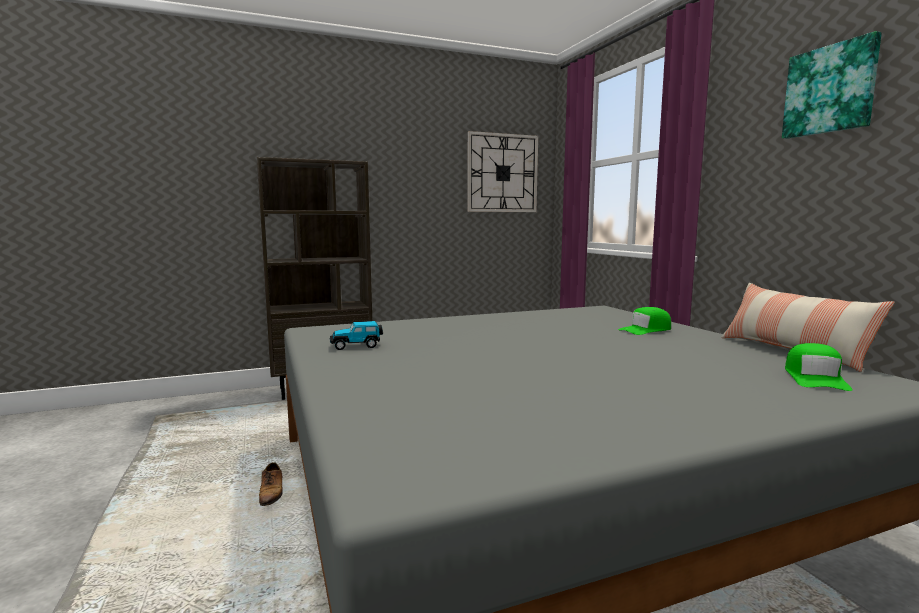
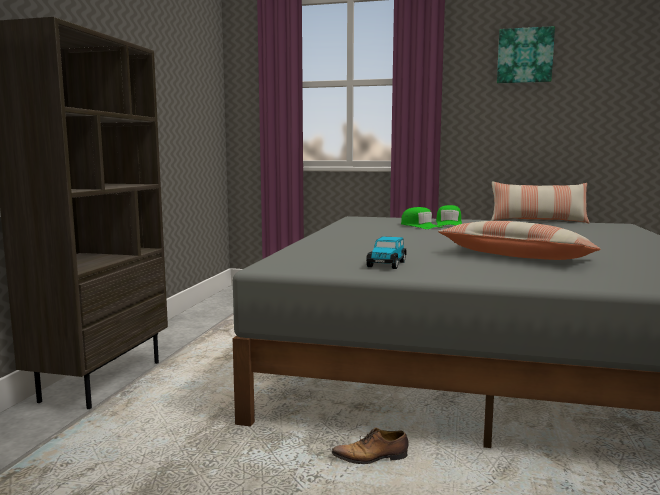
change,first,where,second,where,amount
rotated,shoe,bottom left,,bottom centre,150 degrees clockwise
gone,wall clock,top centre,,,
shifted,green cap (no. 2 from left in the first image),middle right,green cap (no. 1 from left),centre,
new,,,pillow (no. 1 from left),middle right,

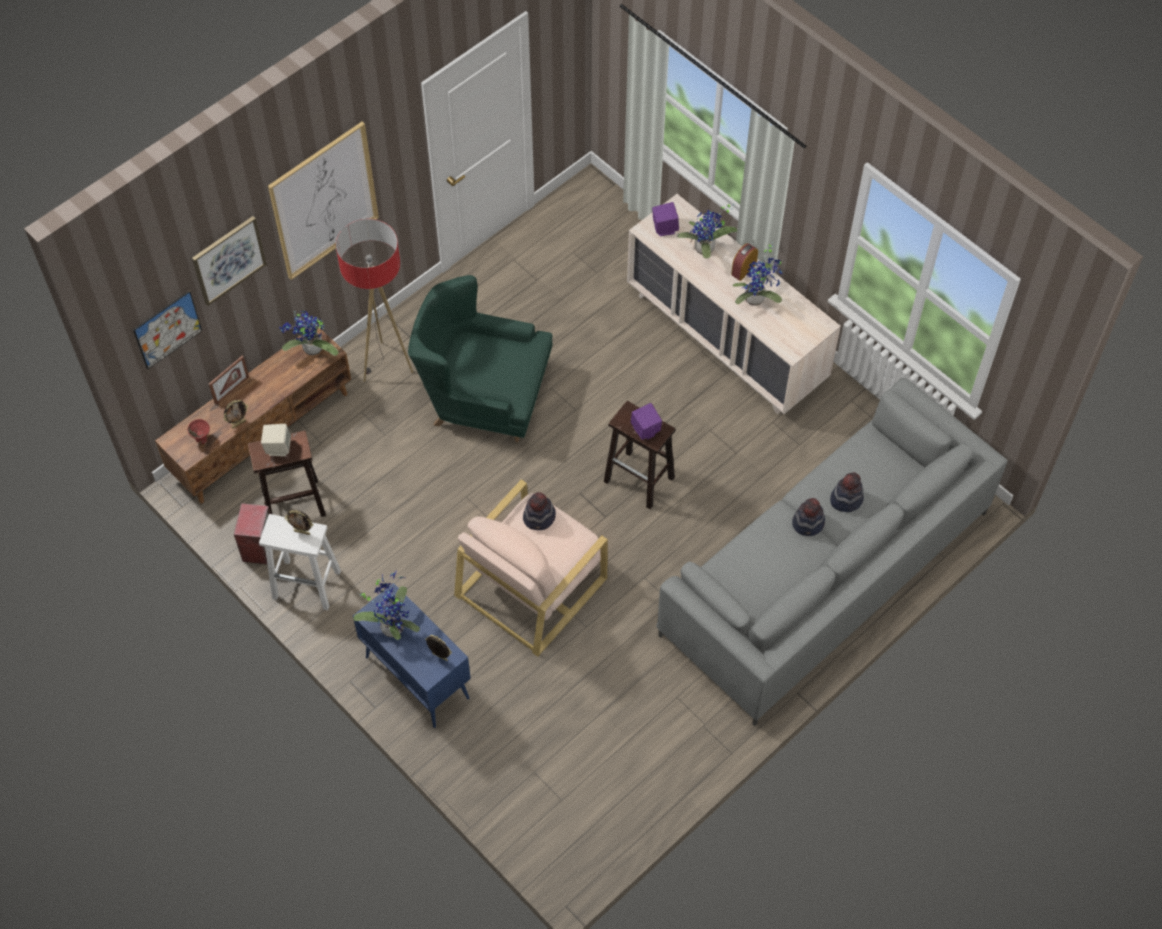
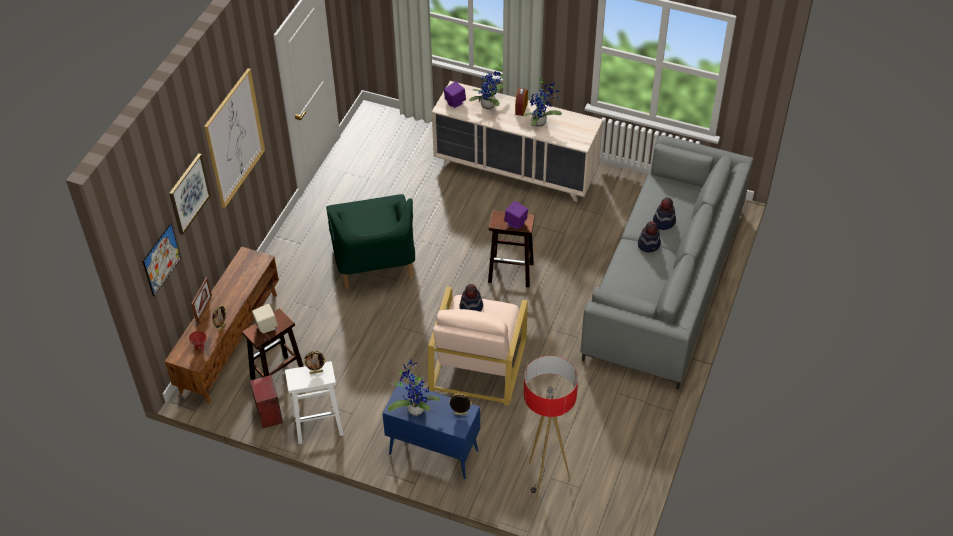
change,first,where,second,where,amount
gone,potted plant (no. 1 from left),middle left,,,
shifted,floor lamp,top left,,bottom centre,
rotated,green armchair,centre,,centre,90 degrees counterclockwise

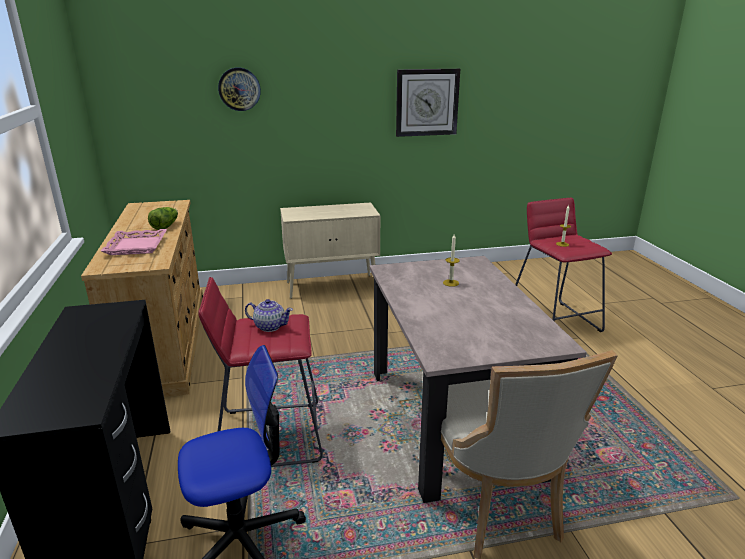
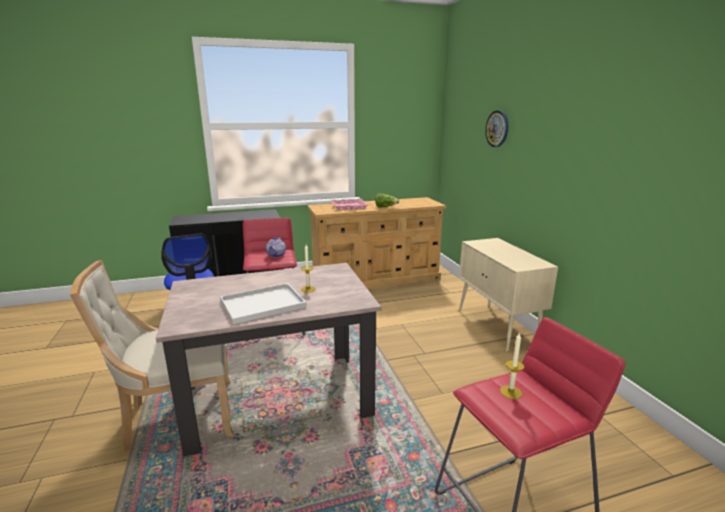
change,first,where,second,where,amount
gone,wall clock (no. 2 from left),top centre,,,
new,,,white tray,centre,

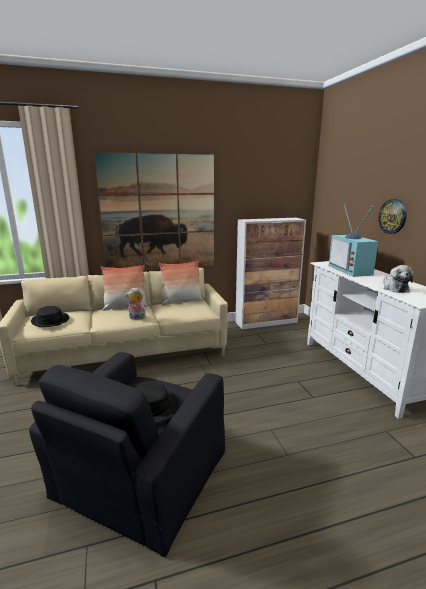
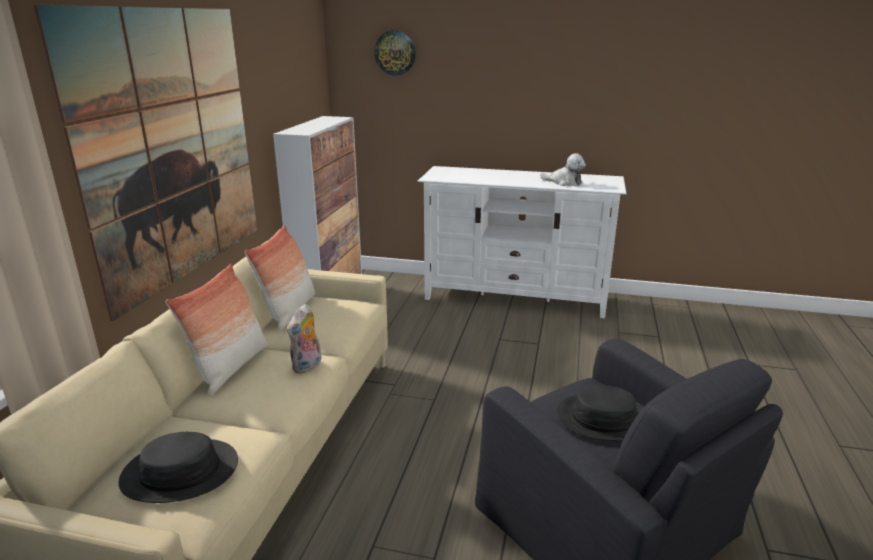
change,first,where,second,where,amount
gone,television,middle right,,,
shifted,wall clock,middle right,,top centre,

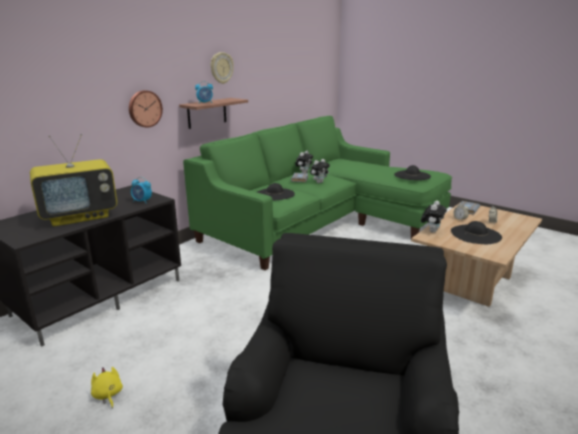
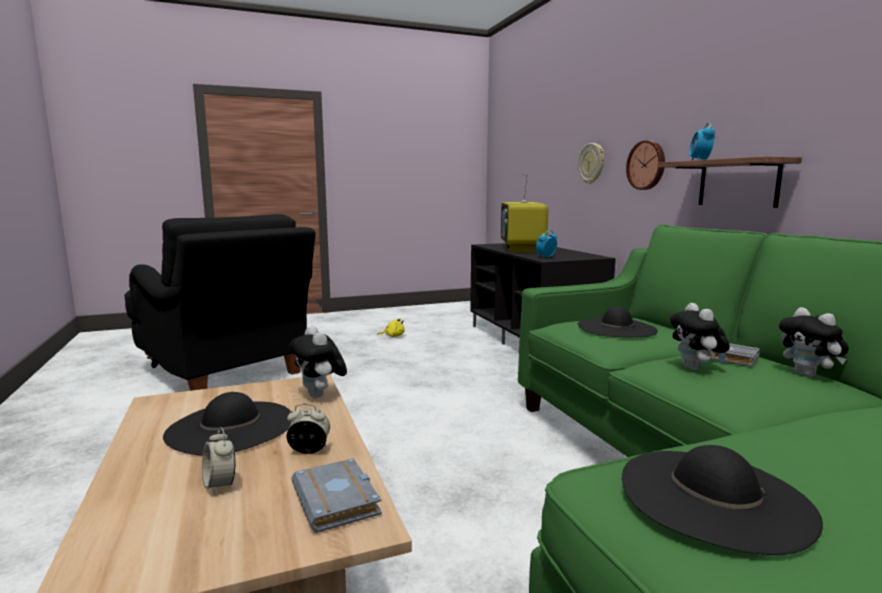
change,first,where,second,where,amount
shifted,wall clock (no. 2 from left in the first image),top centre,wall clock (no. 1 from left),top right,

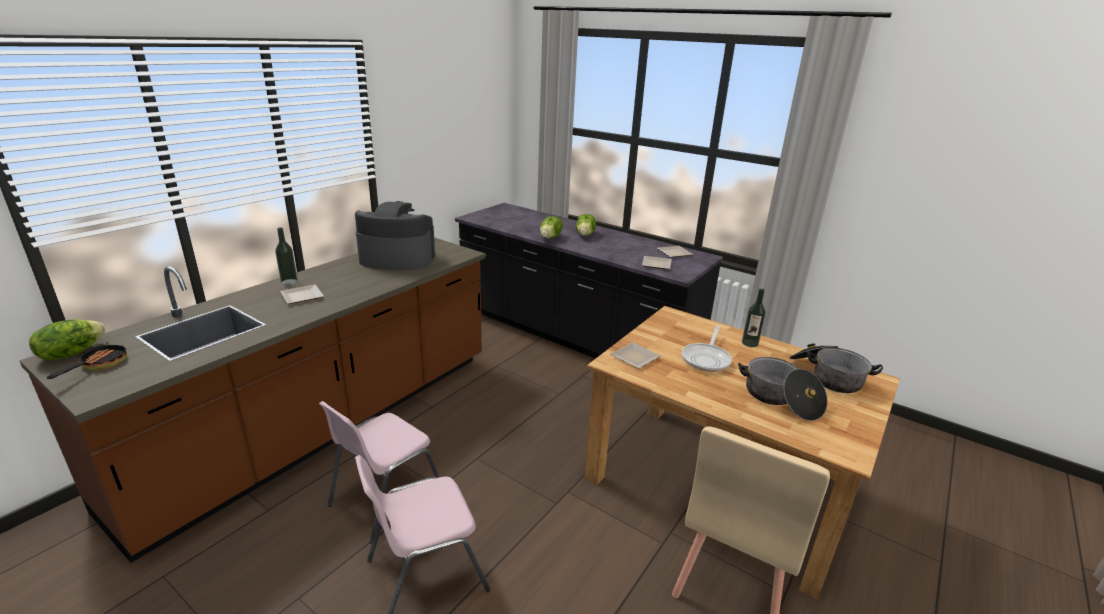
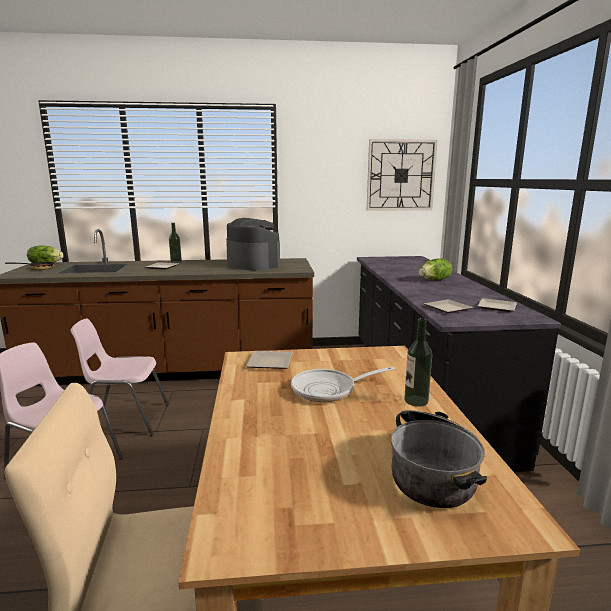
change,first,where,second,where,amount
gone,lettuce (no. 2 from left),centre,,,
gone,cooking pot (no. 1 from left),middle right,,,
new,,,wall clock,top centre,

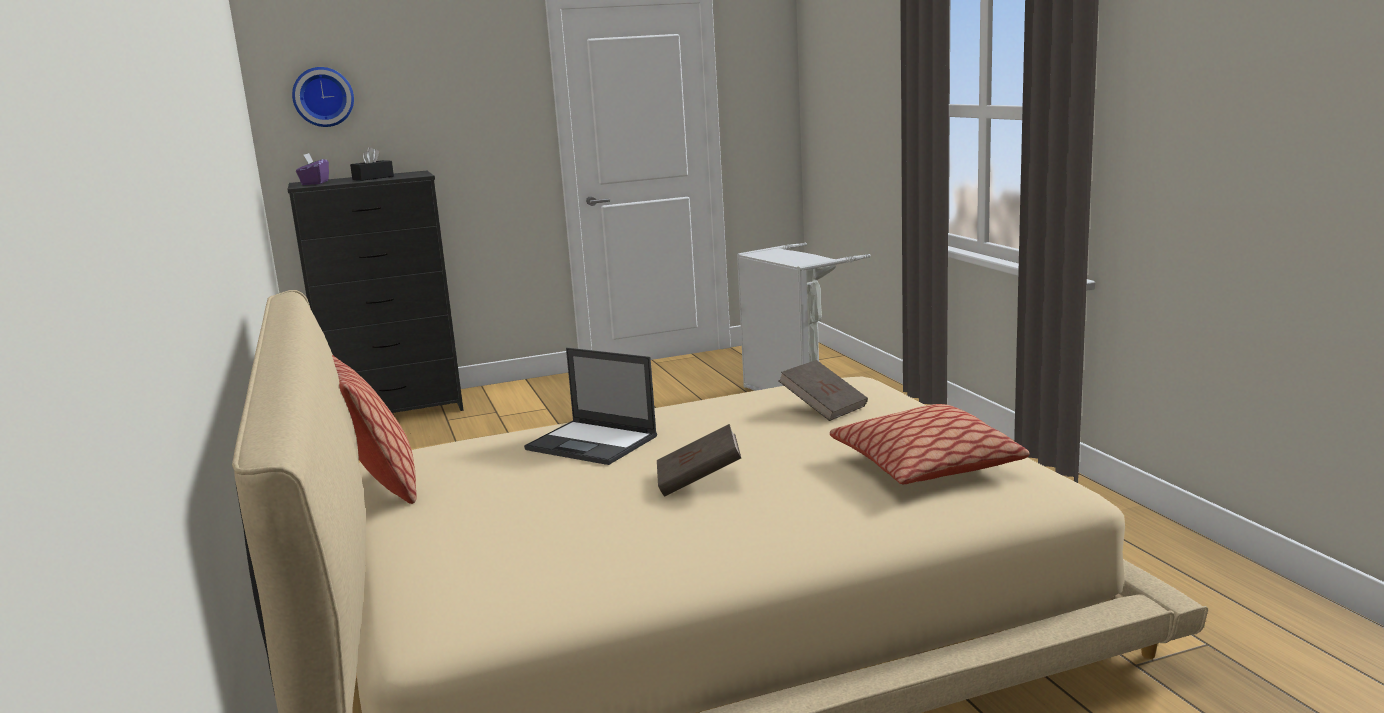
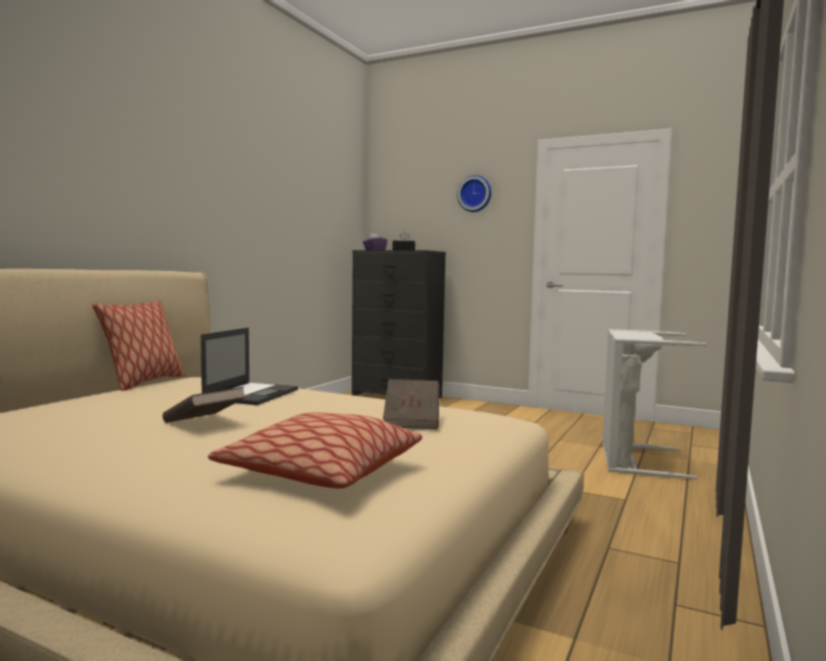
change,first,where,second,where,amount
shifted,wall clock,top left,,top centre,
rotated,laptop,centre,,middle left,150 degrees counterclockwise

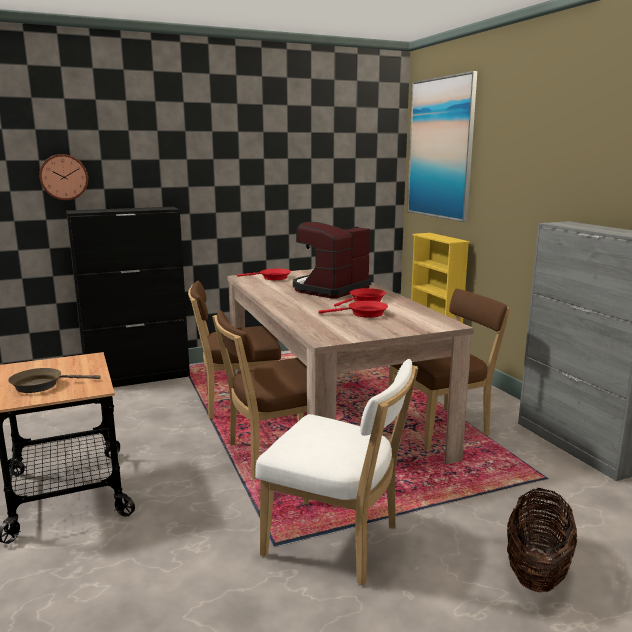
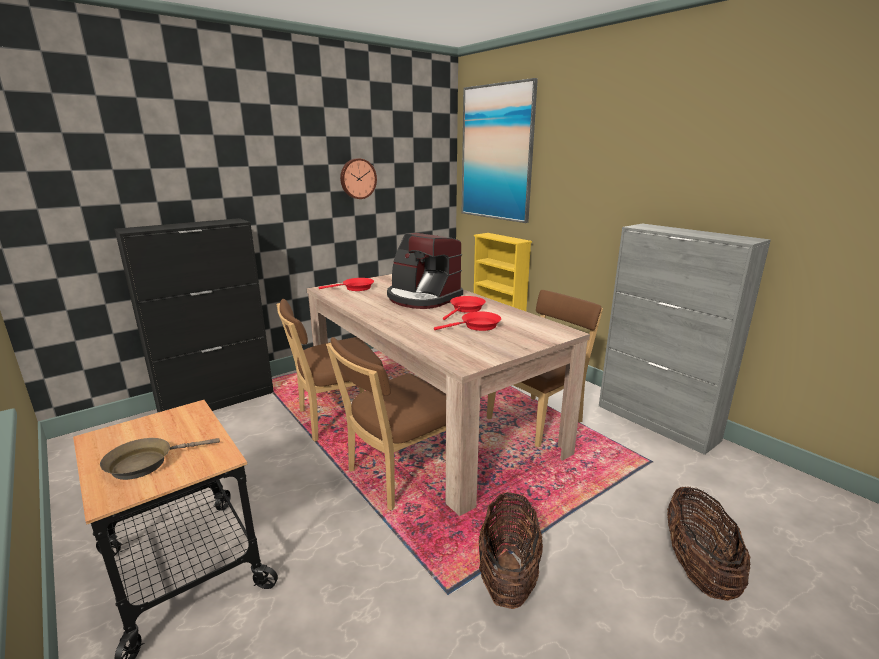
change,first,where,second,where,amount
shifted,wall clock,top left,,top centre,
swapped,white chair,bottom centre,basket (no. 1 from left),bottom centre,
rotated,coffee machine,centre,,centre,75 degrees counterclockwise

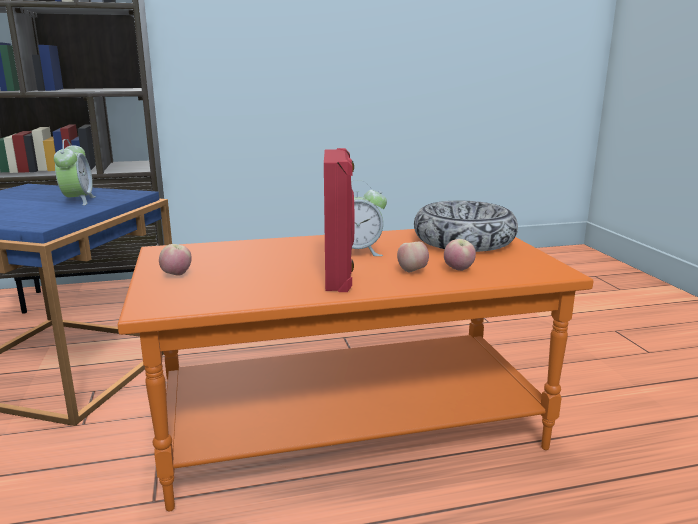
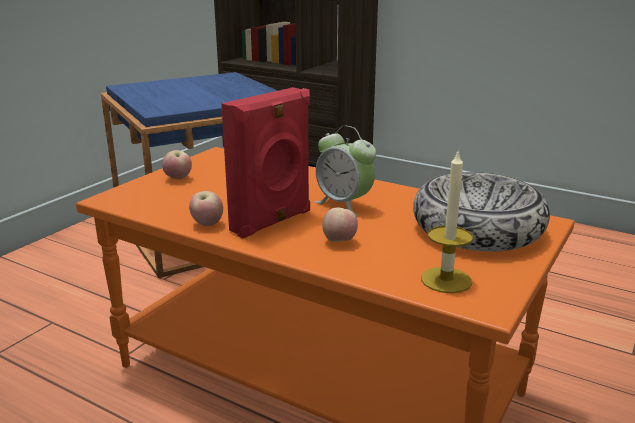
change,first,where,second,where,amount
gone,alarm clock (no. 1 from left),top left,,,
shifted,apple (no. 3 from left in the first image),centre,apple (no. 2 from left),middle left,
new,,,candle,middle right,

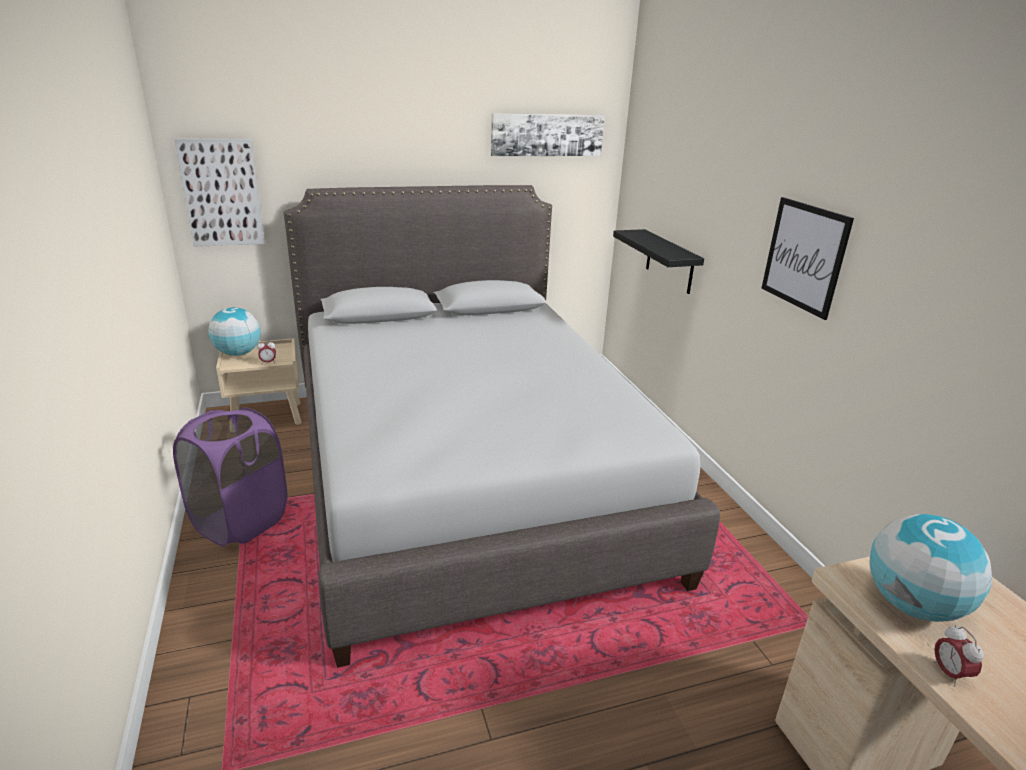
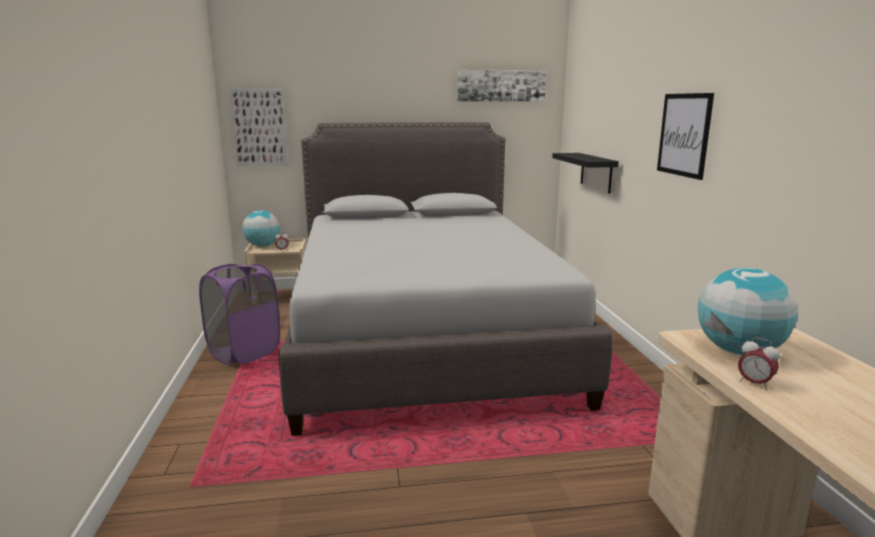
change,first,where,second,where,amount
rotated,alarm clock (no. 2 from left),bottom right,,bottom right,45 degrees counterclockwise

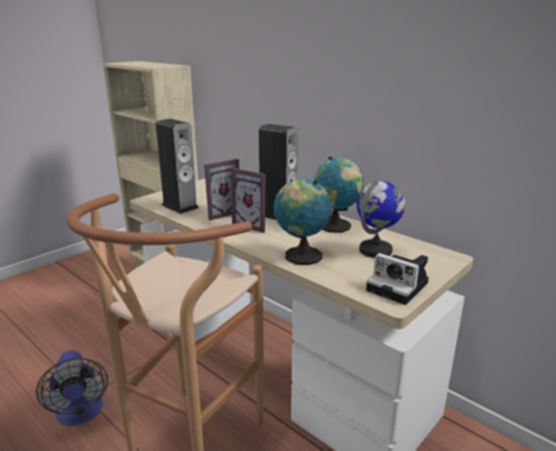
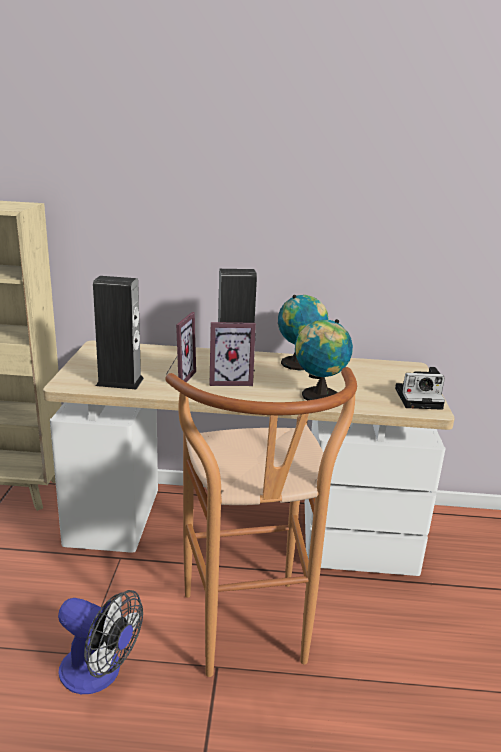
change,first,where,second,where,amount
gone,globe (no. 3 from left),middle right,,,

